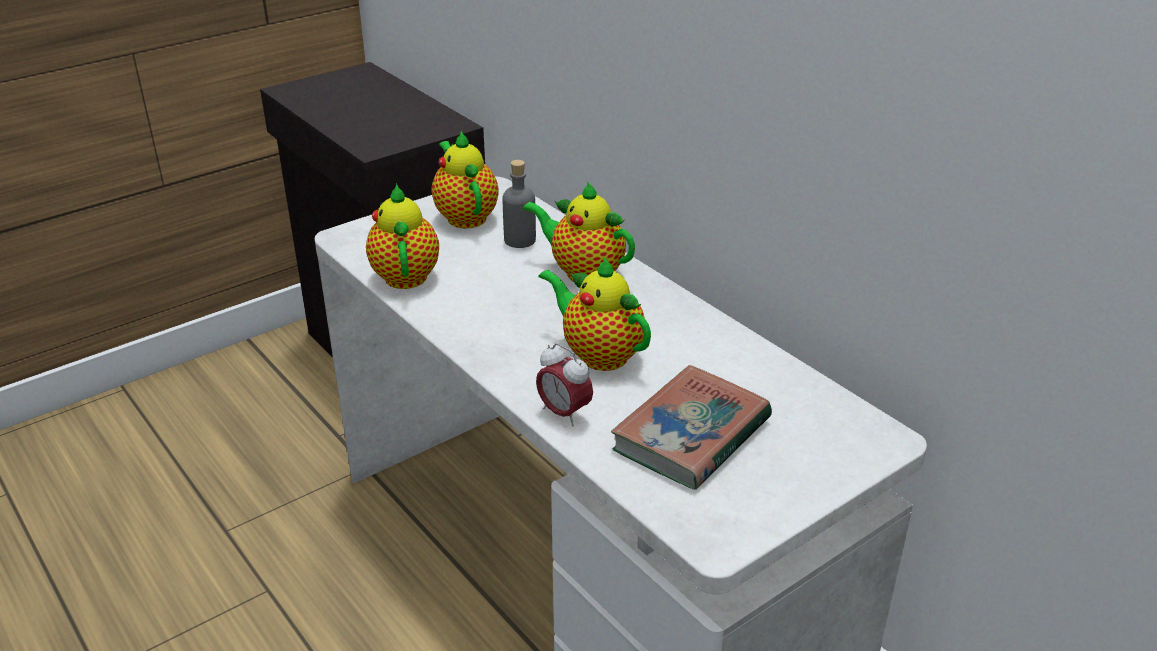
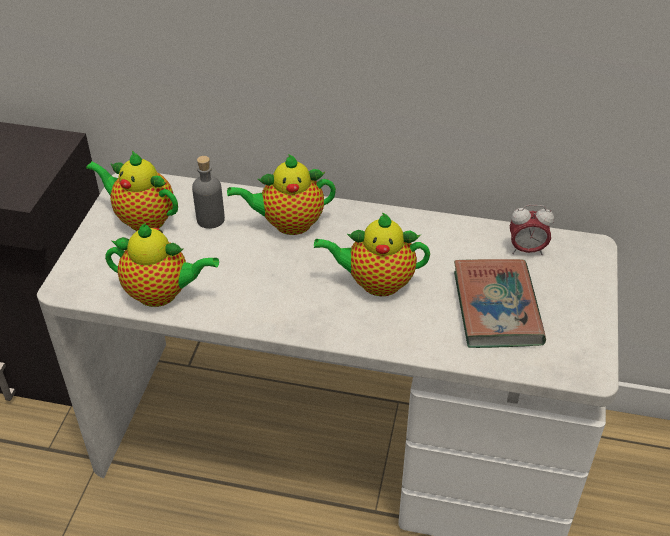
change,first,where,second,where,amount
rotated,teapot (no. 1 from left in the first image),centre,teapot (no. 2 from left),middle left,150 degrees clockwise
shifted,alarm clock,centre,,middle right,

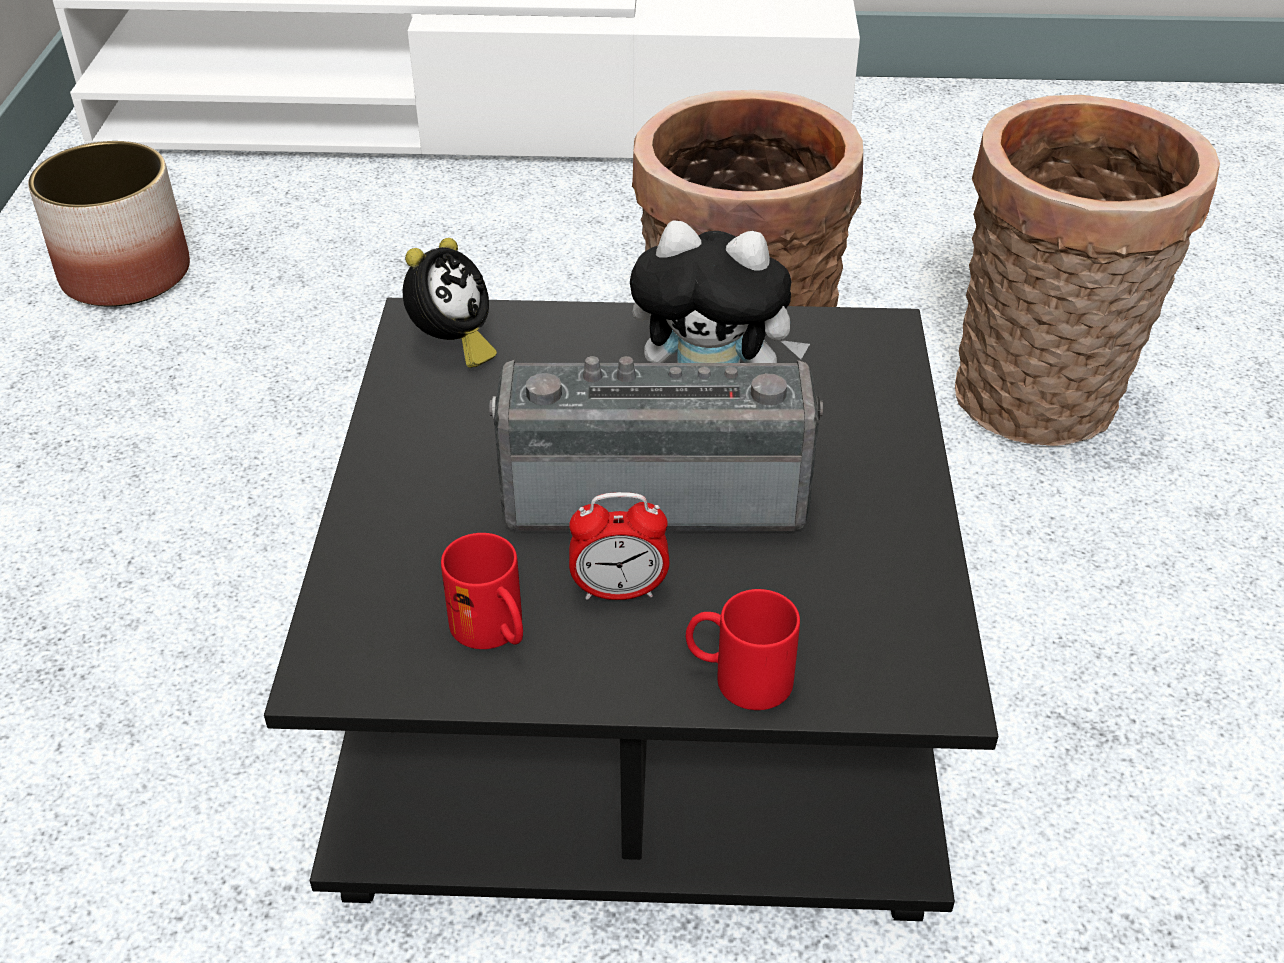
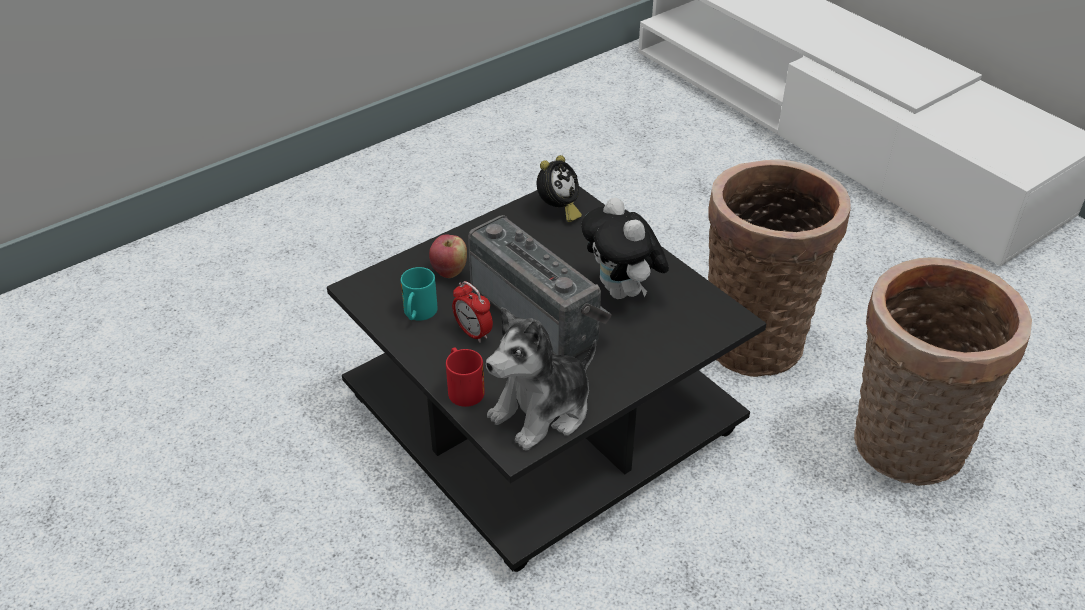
change,first,where,second,where,amount
gone,planter,top left,,,
rotated,alarm clock (no. 1 from left in the first image),top centre,alarm clock (no. 2 from left),top centre,45 degrees counterclockwise
repainted,red mug (no. 1 from left),centre,turquoise mug,centre,
new,,,apple,centre,
new,,,plush toy (no. 1 from left),centre,

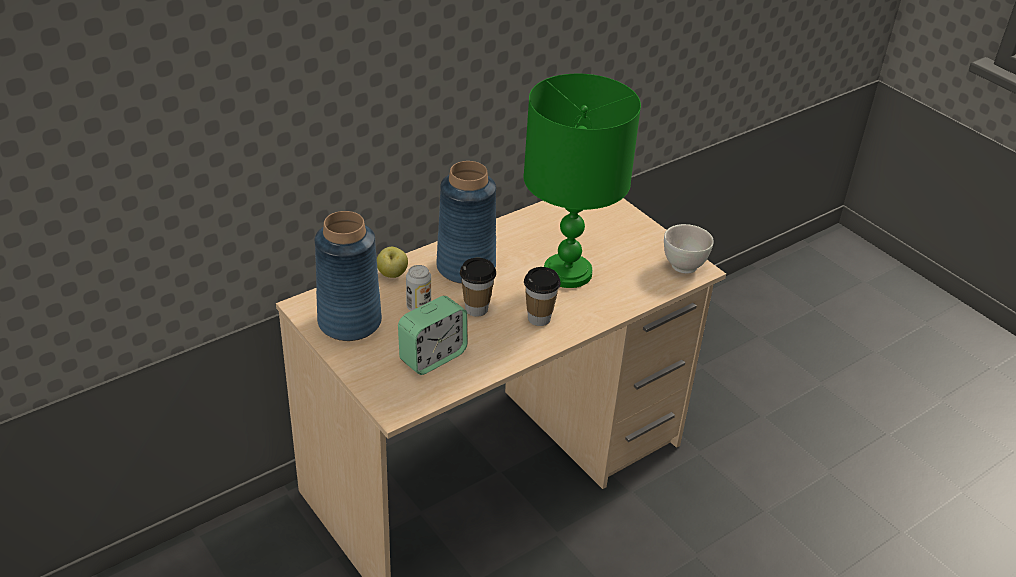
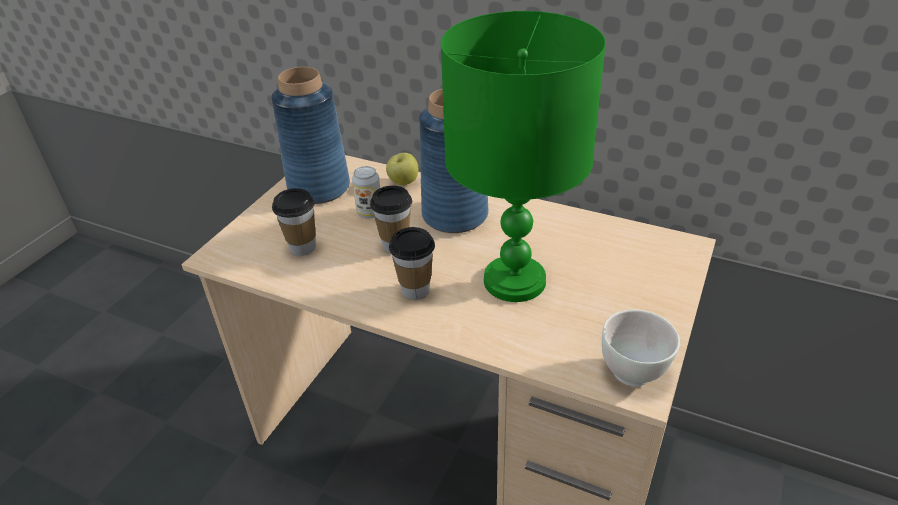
change,first,where,second,where,amount
swapped,alarm clock,centre,cup (no. 1 from left),middle left,

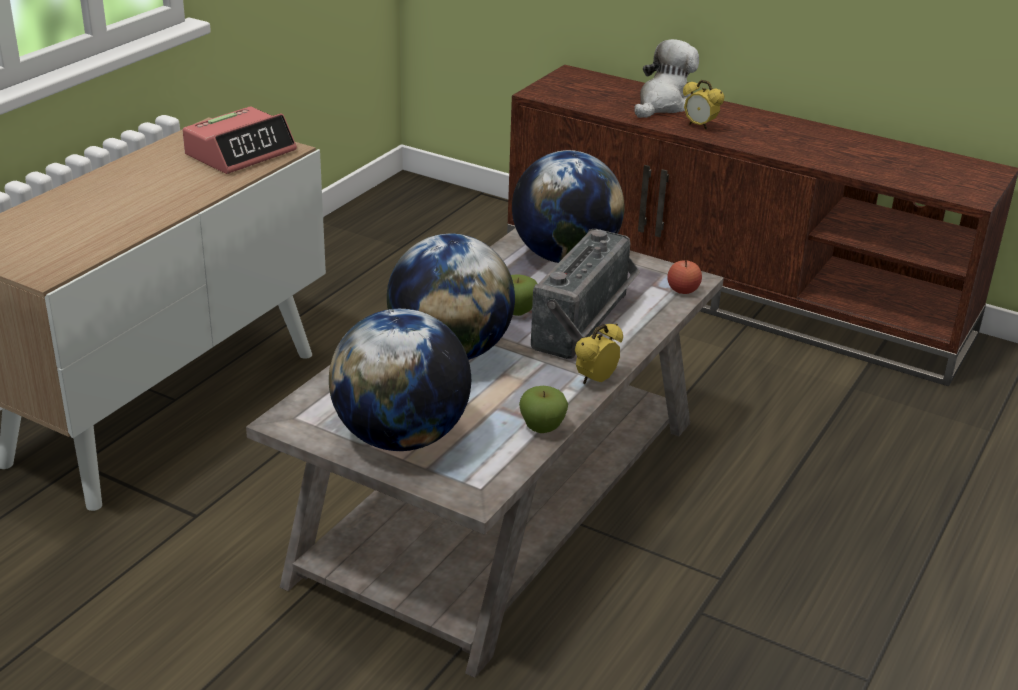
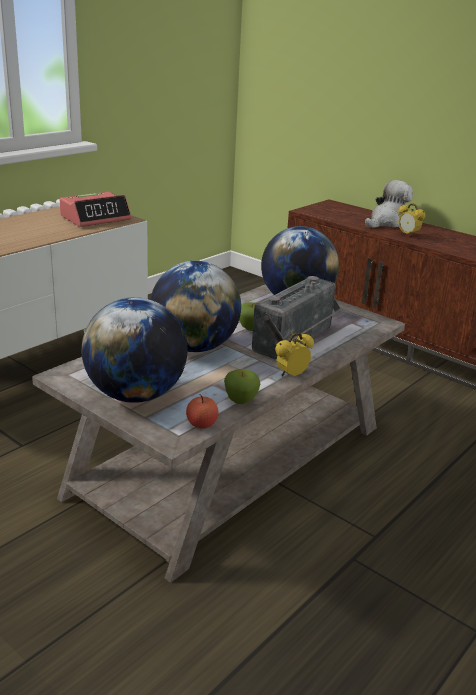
change,first,where,second,where,amount
shifted,apple (no. 3 from left in the first image),middle right,apple (no. 1 from left),centre,

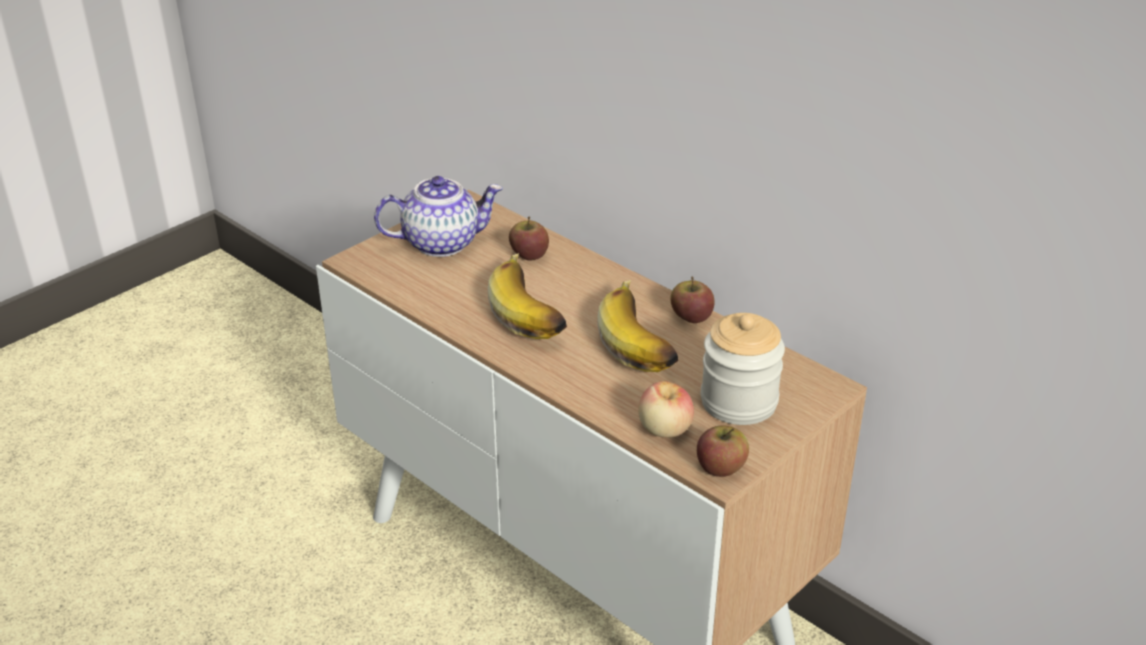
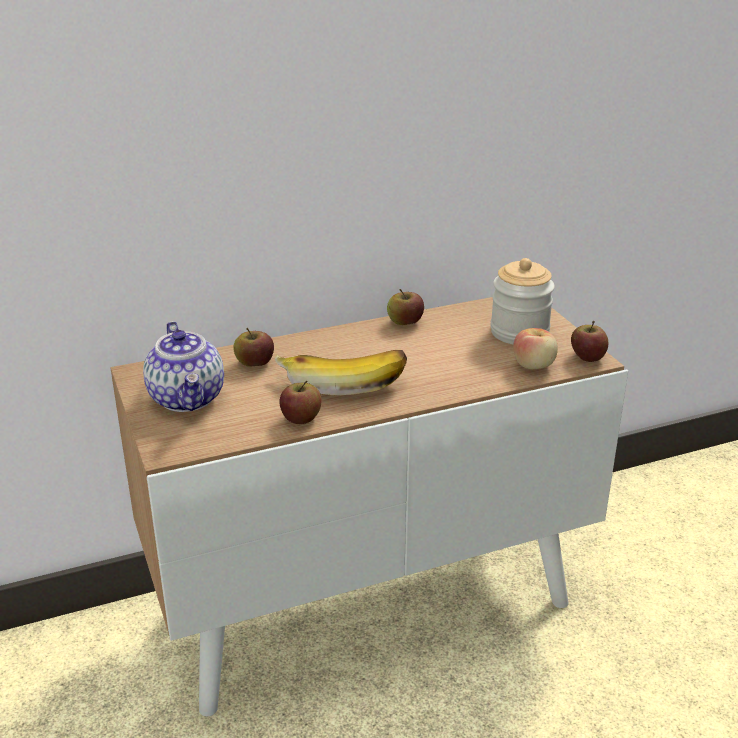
change,first,where,second,where,amount
rotated,teapot,centre,,middle left,150 degrees clockwise
gone,banana (no. 2 from left),centre,,,
new,,,apple (no. 2 from left),centre,

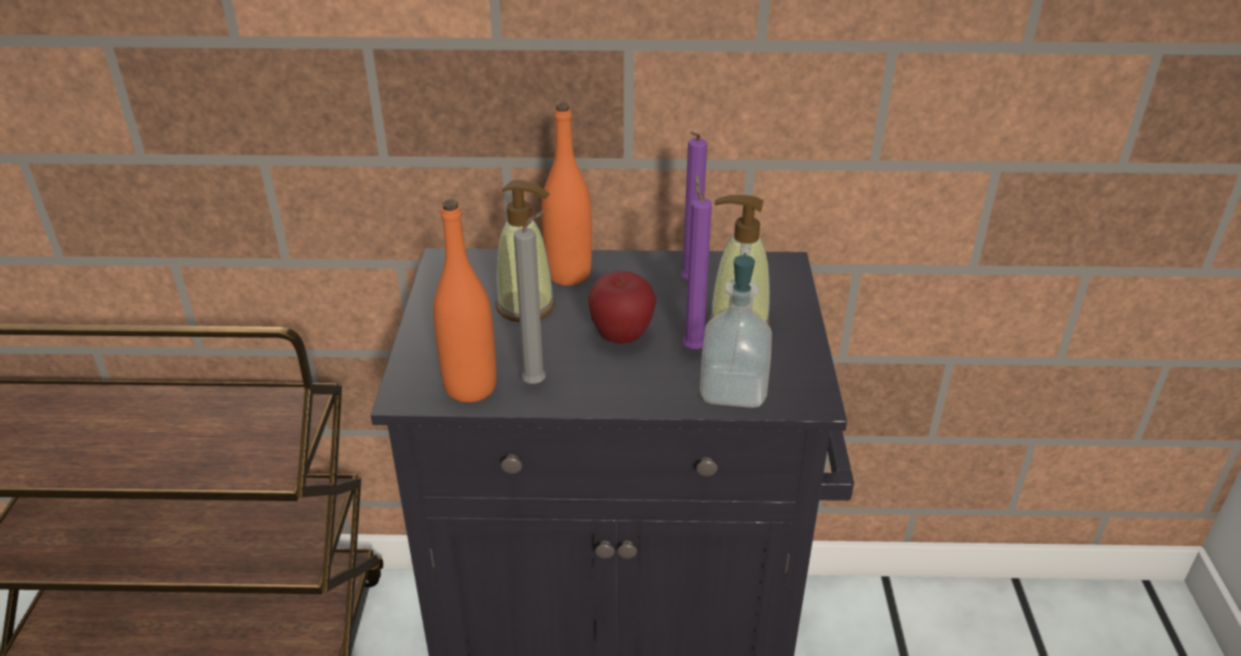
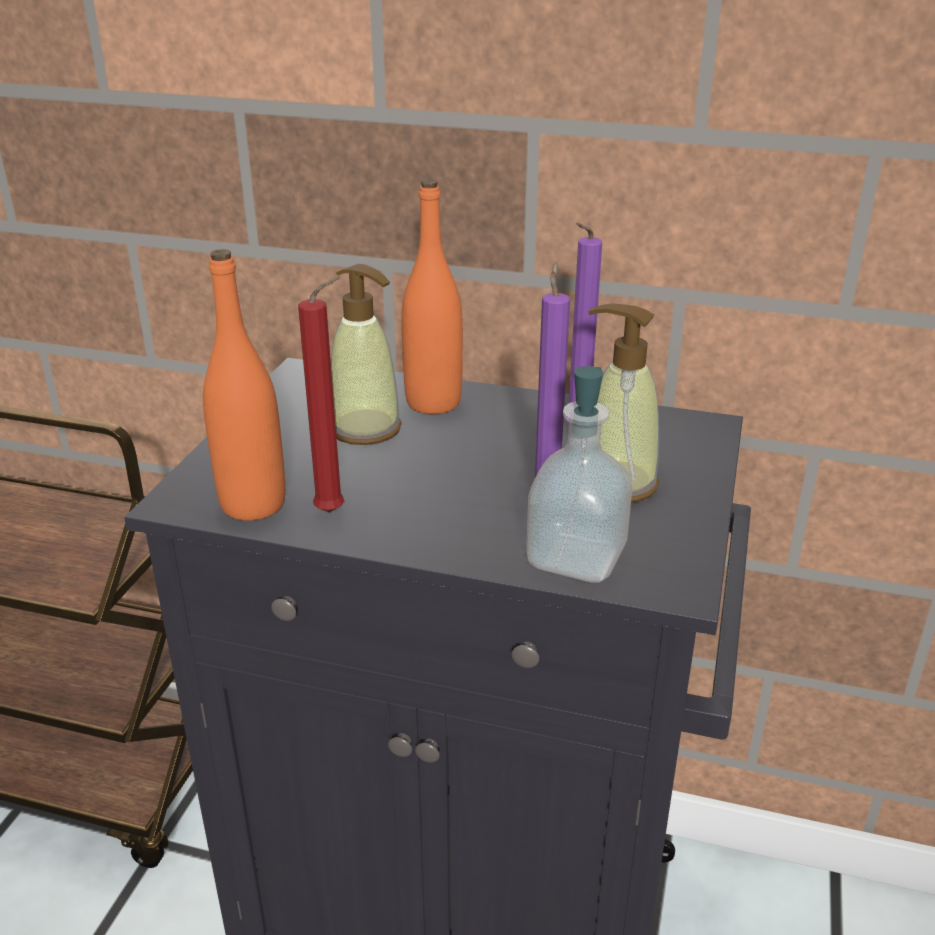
change,first,where,second,where,amount
repainted,grey candle,centre,red candle,centre,
gone,apple,centre,,,

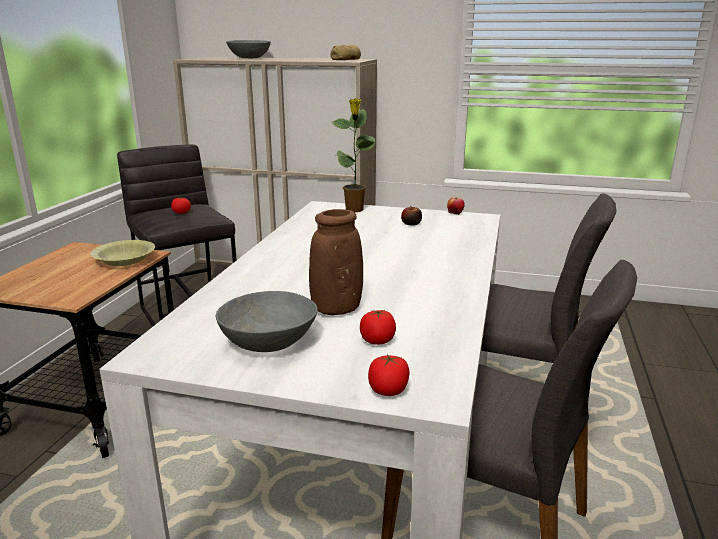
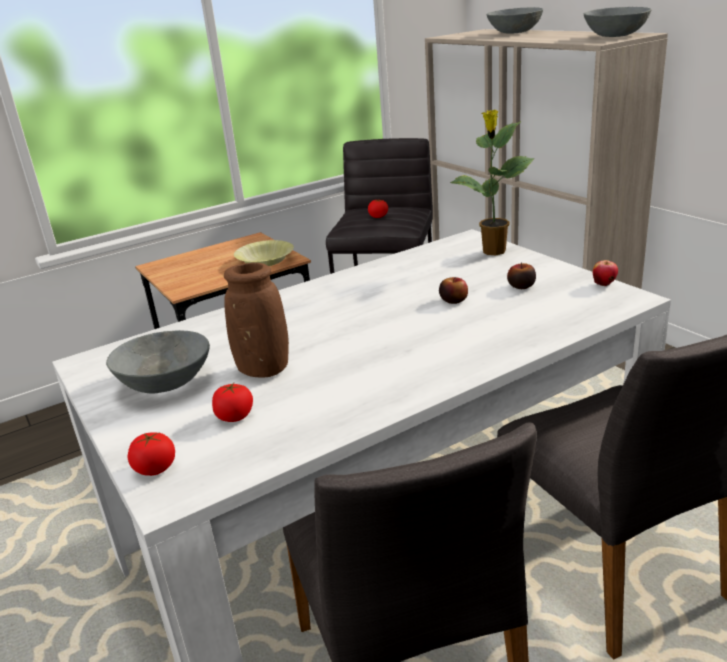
change,first,where,second,where,amount
swapped,bread,top centre,grey bowl (no. 3 from left),top right,
new,,,apple (no. 1 from left),centre,

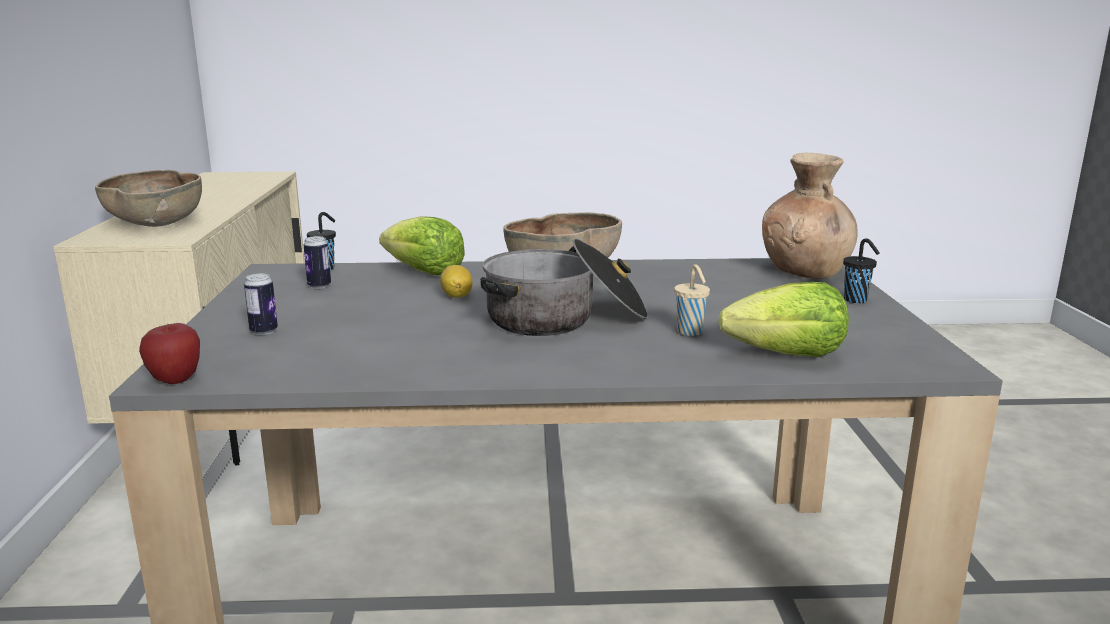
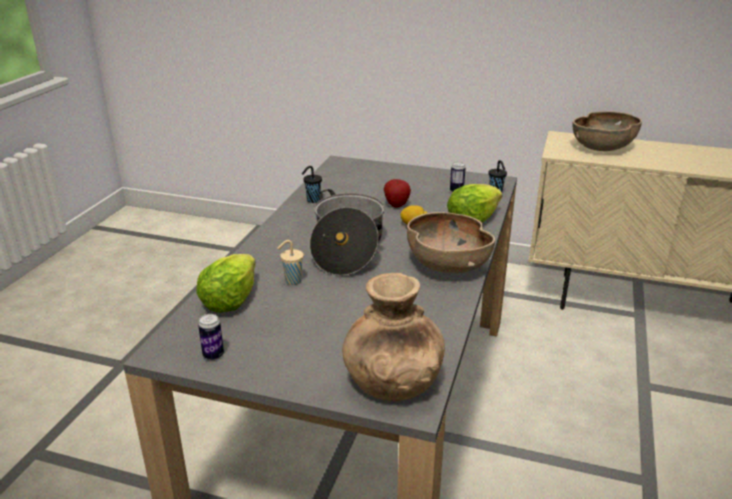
change,first,where,second,where,amount
shifted,apple,middle left,,centre,
shifted,can (no. 1 from left),middle left,,bottom left,
shifted,black cup (no. 2 from left in the first image),middle right,black cup (no. 1 from left),centre,

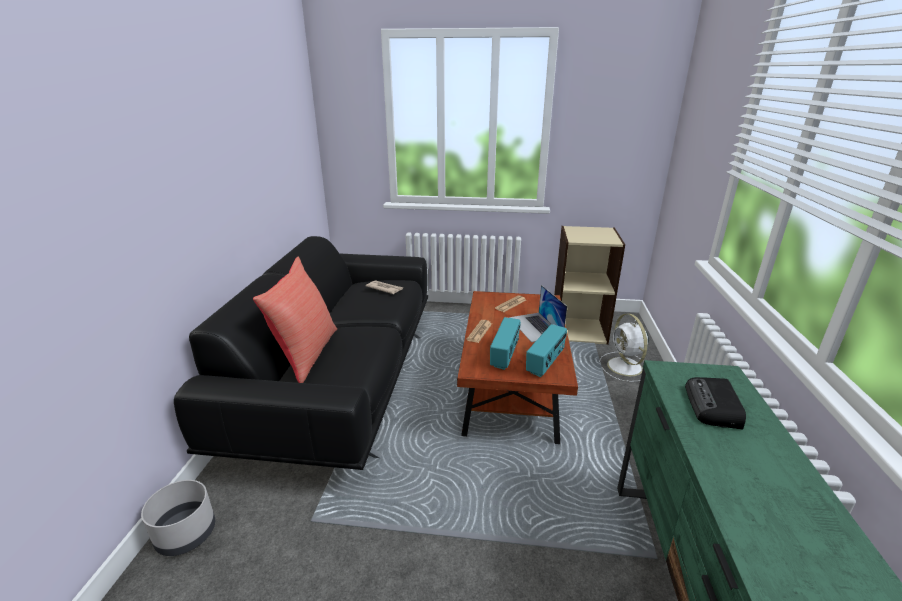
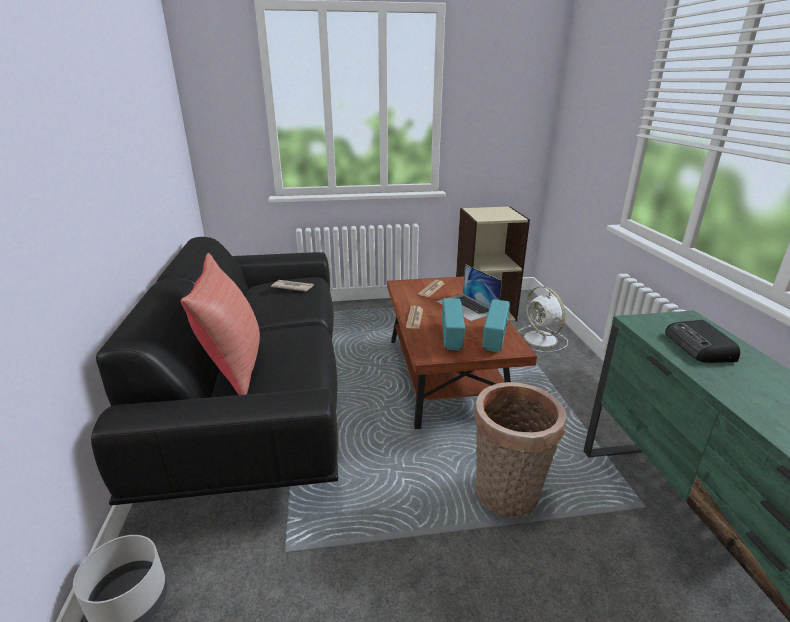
change,first,where,second,where,amount
new,,,basket,bottom centre,

